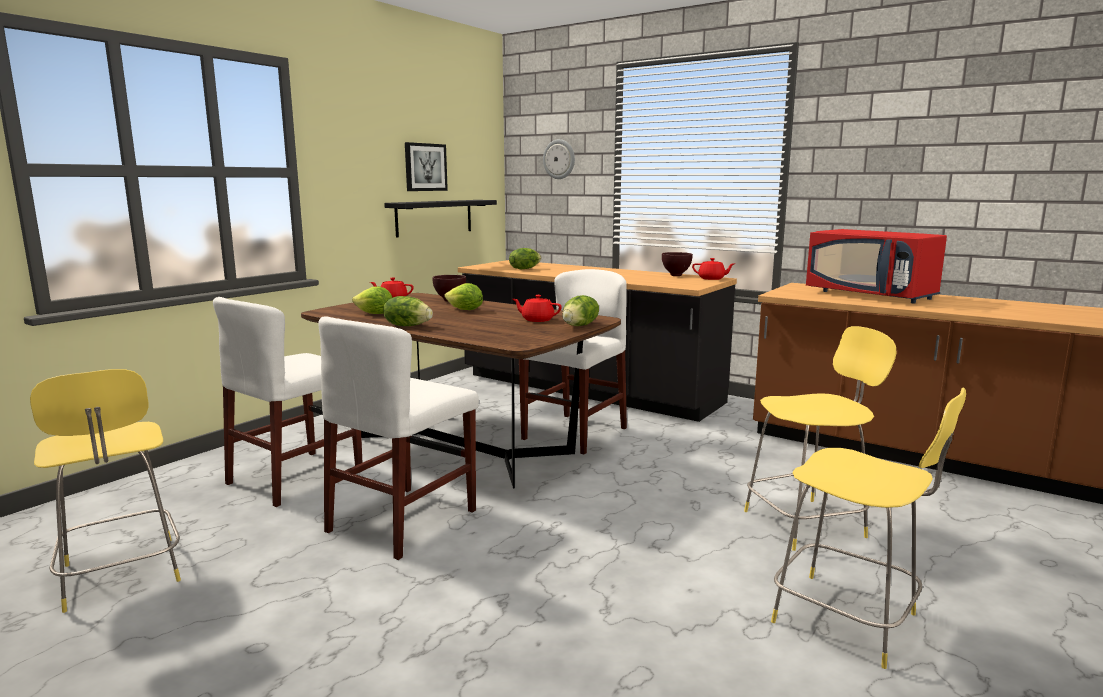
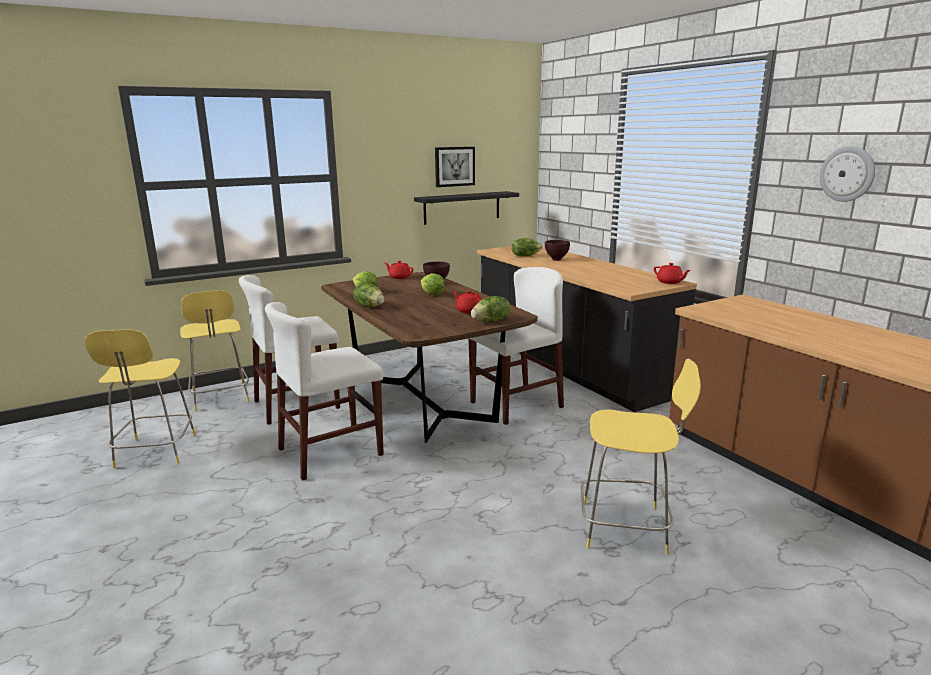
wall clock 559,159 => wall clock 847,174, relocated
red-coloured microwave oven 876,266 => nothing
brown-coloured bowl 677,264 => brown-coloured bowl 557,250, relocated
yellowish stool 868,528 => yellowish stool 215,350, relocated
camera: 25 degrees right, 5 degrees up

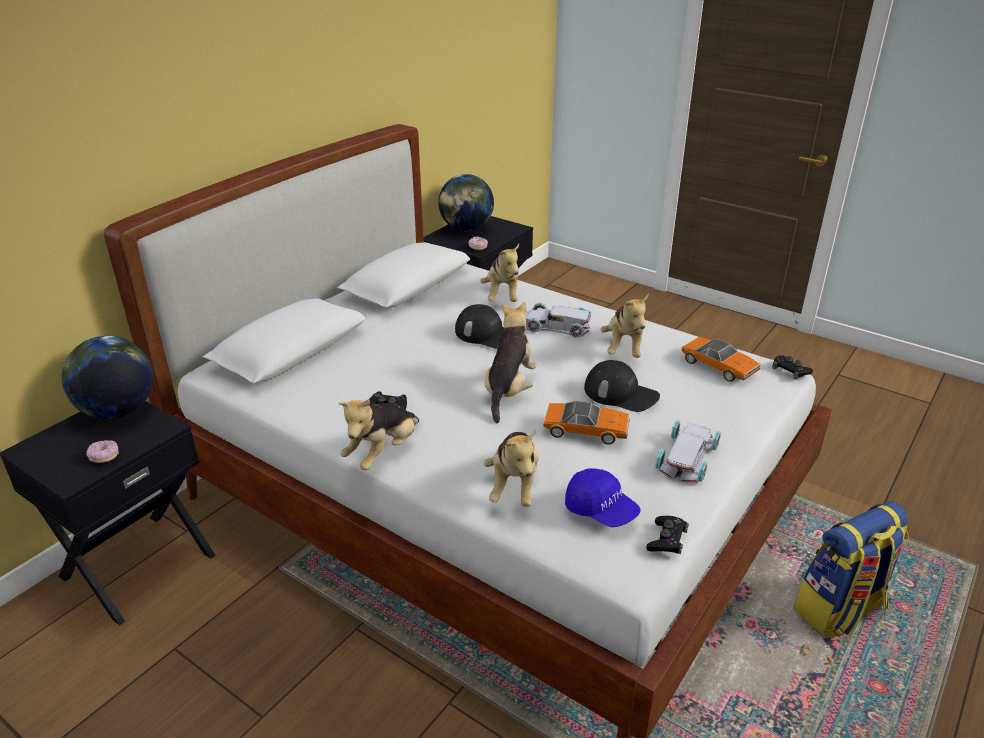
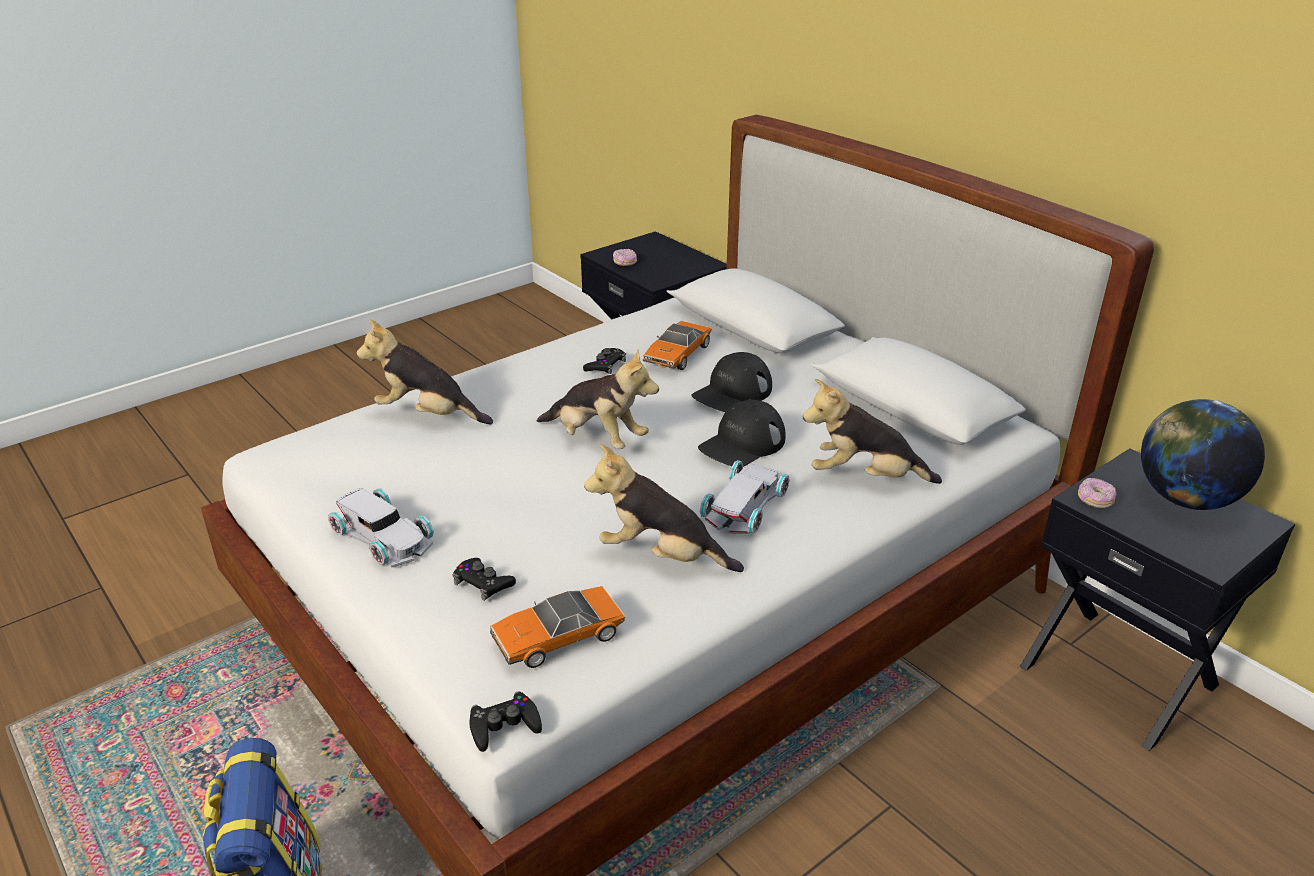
desk globe 107,377 => nothing
blackish baseball cap 622,386 => blackish baseball cap 731,382, relocated
cuddly toy 379,434 => nothing
miniature car 586,423 => miniature car 677,345, relocated
blue baseball cap 603,498 => nothing
blackish gamepad 667,535 => blackish gamepad 484,579, relocated
camera: 105 degrees right, 0 degrees up

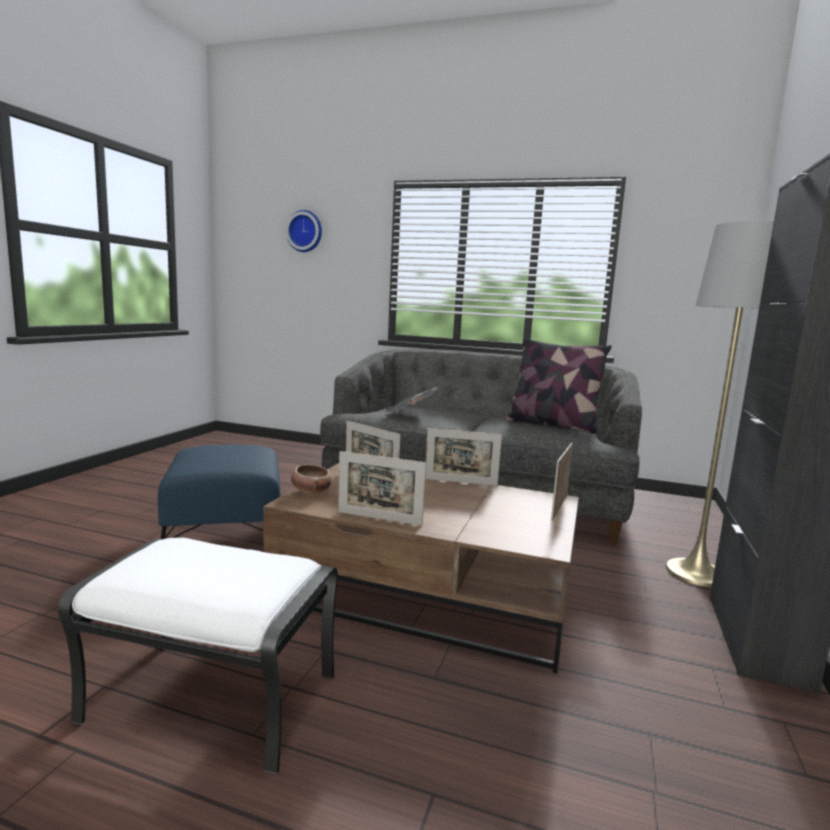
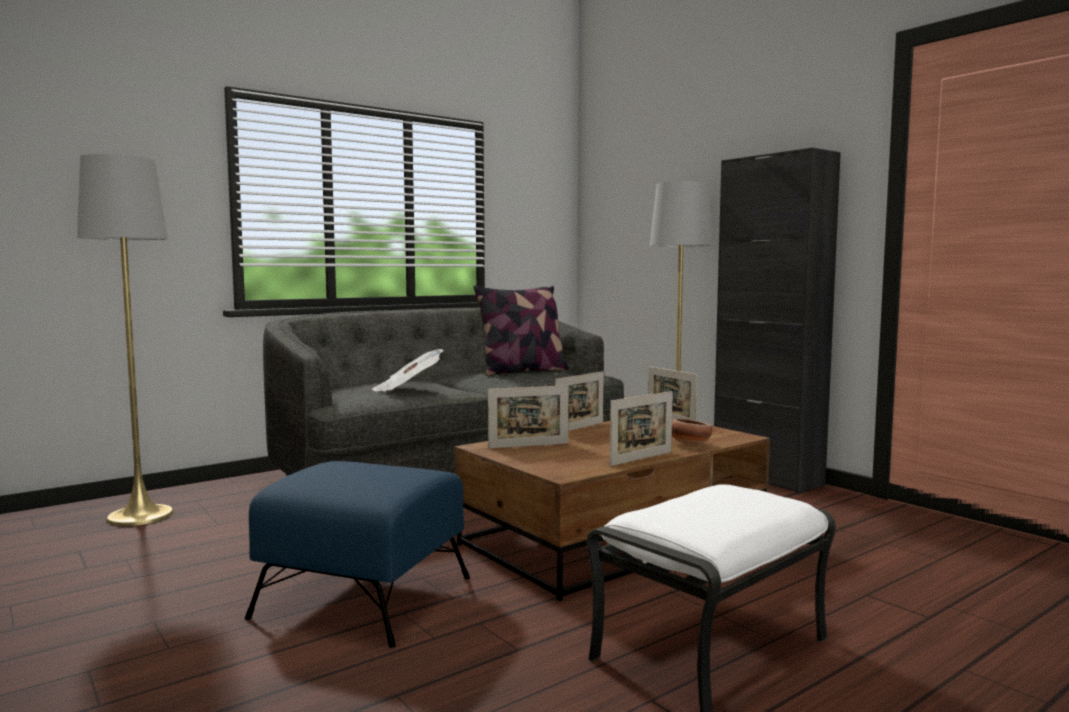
wall clock 304,231 => nothing
bowl 311,479 => bowl 692,432, relocated
nothing => gray standing lamp 125,340
camera: 55 degrees left, 5 degrees down

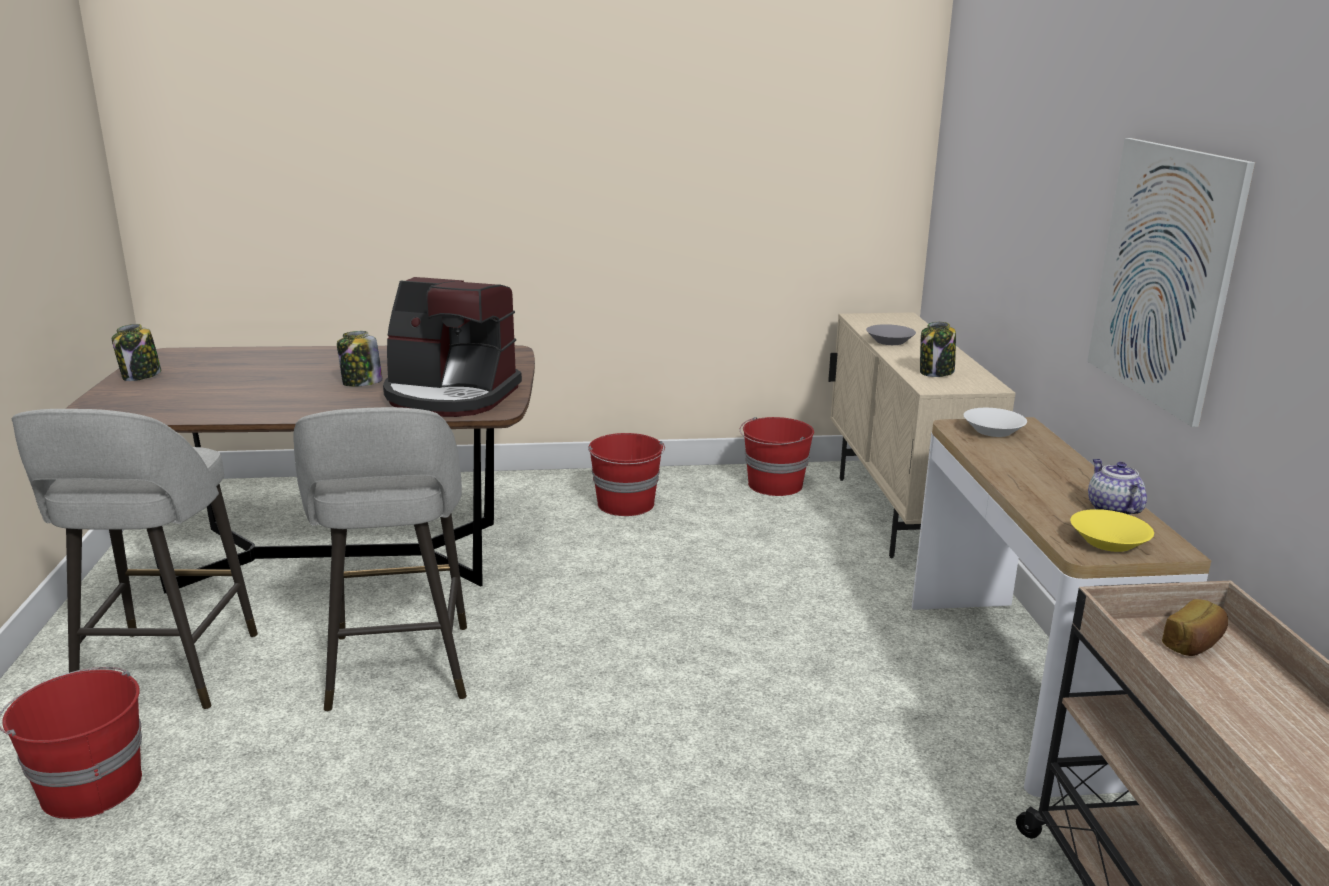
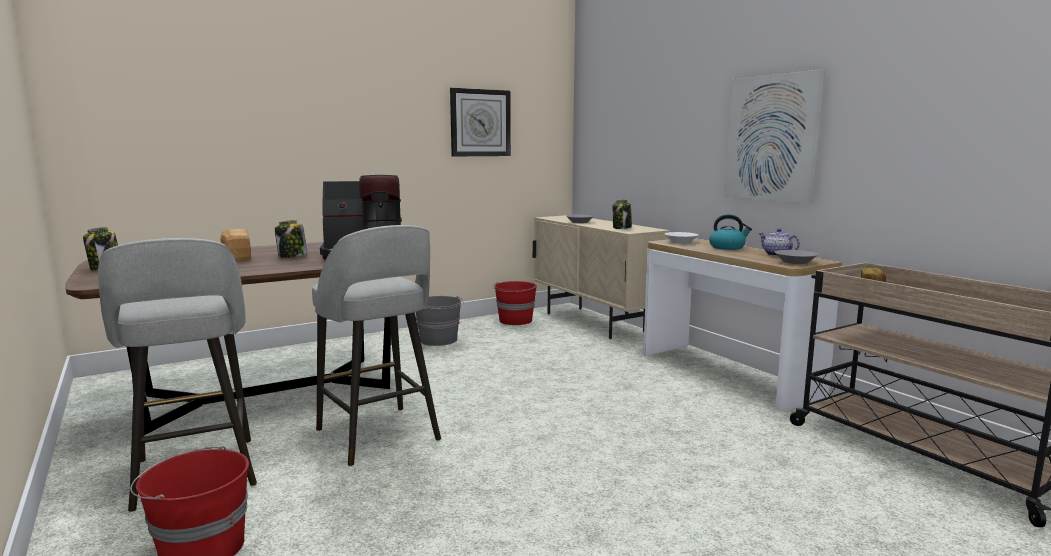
red-coloured pail 626,474 => gray pail 439,321
yellowish bowl 1112,530 => gray bowl 796,257
nothing => wall clock 480,122
nothing => kettle 730,232
nothing => baked bread 235,245
camera: 25 degrees left, 10 degrees down

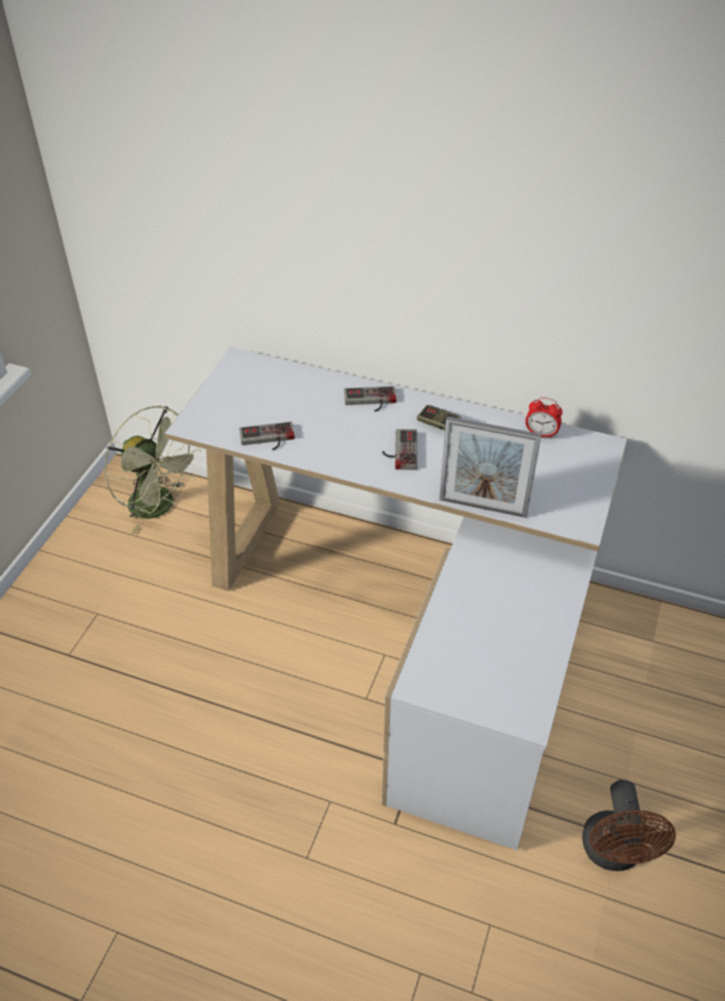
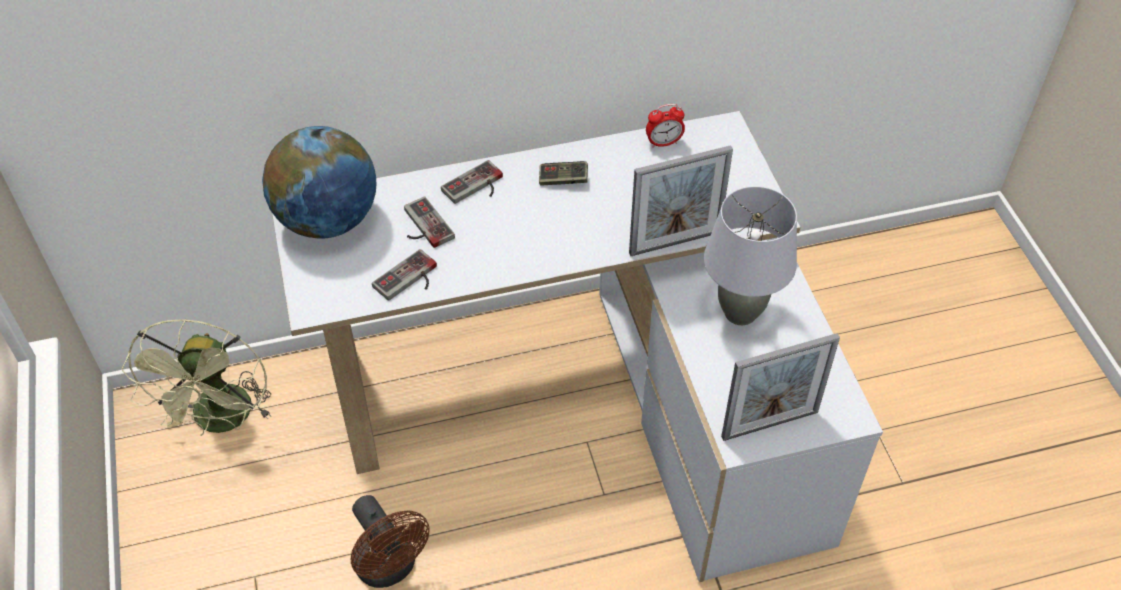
green cooling fan 153,469 => green cooling fan 196,377, 90 degrees clockwise
gamepad 399,449 => gamepad 429,222, relocated
brown-coloured cooling fan 629,825 => brown-coloured cooling fan 390,541, relocated
nothing => desk globe 319,182
nothing => gray lamp for a table 750,255
nothing => picture frame 780,387
camera: 35 degrees left, 5 degrees up

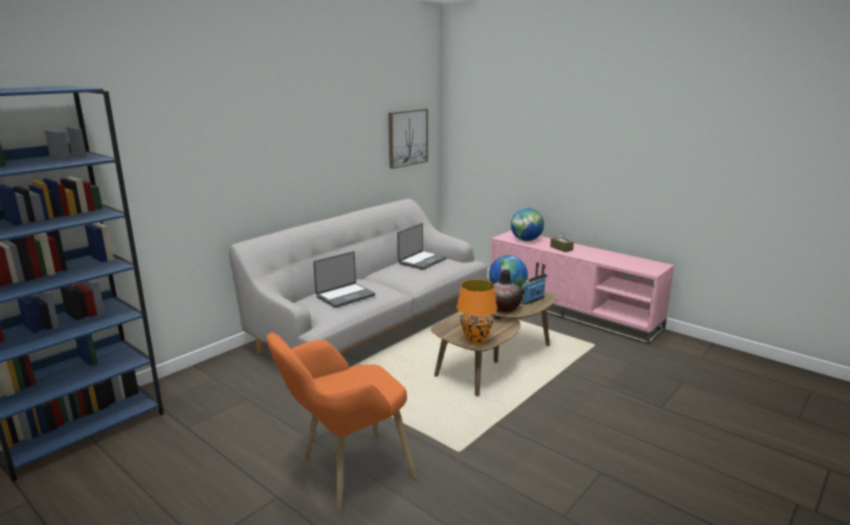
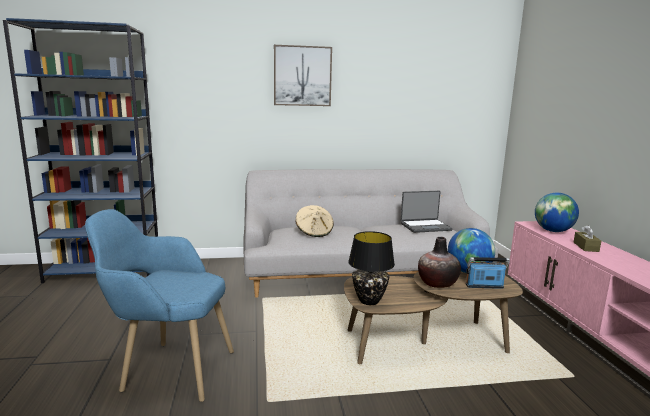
wall picture 408,139 => wall picture 303,75, relocated
laptop 344,279 => beige wearable hat 314,221
orangey lamp for a table 477,312 => blackish lamp for a table 371,268
orangey easy chair 342,421 => blue easy chair 159,305
camera: 40 degrees right, 5 degrees down

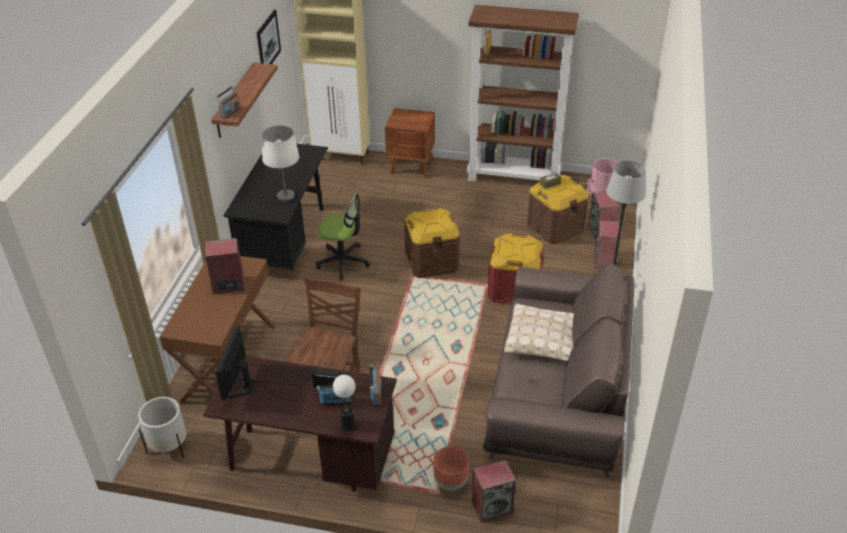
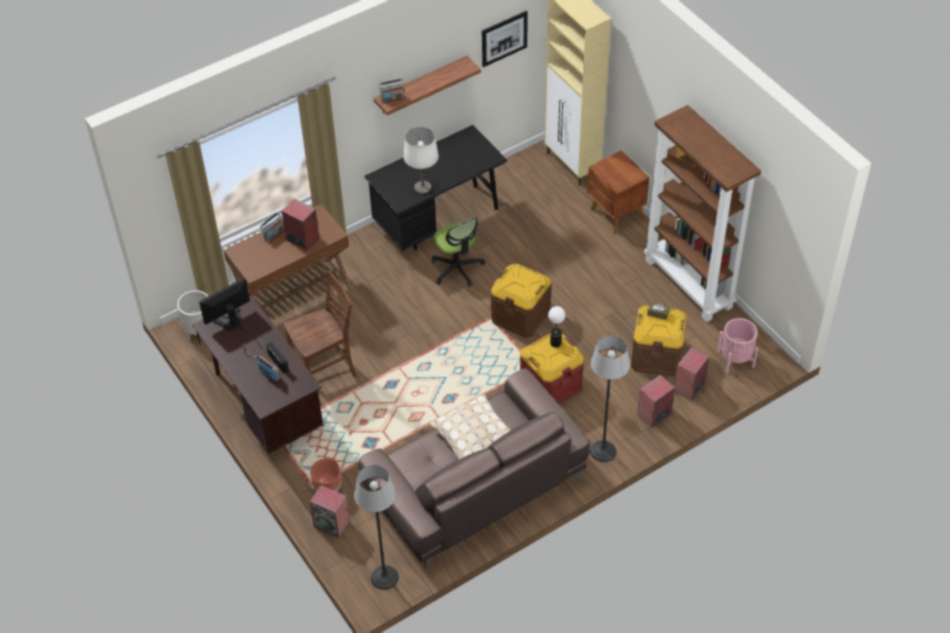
radio set 375,385 => radio set 272,227, relocated
lamp for a table 344,403 => lamp for a table 556,327, relocated
nothing => standing lamp 376,527
camera: 45 degrees right, 10 degrees up

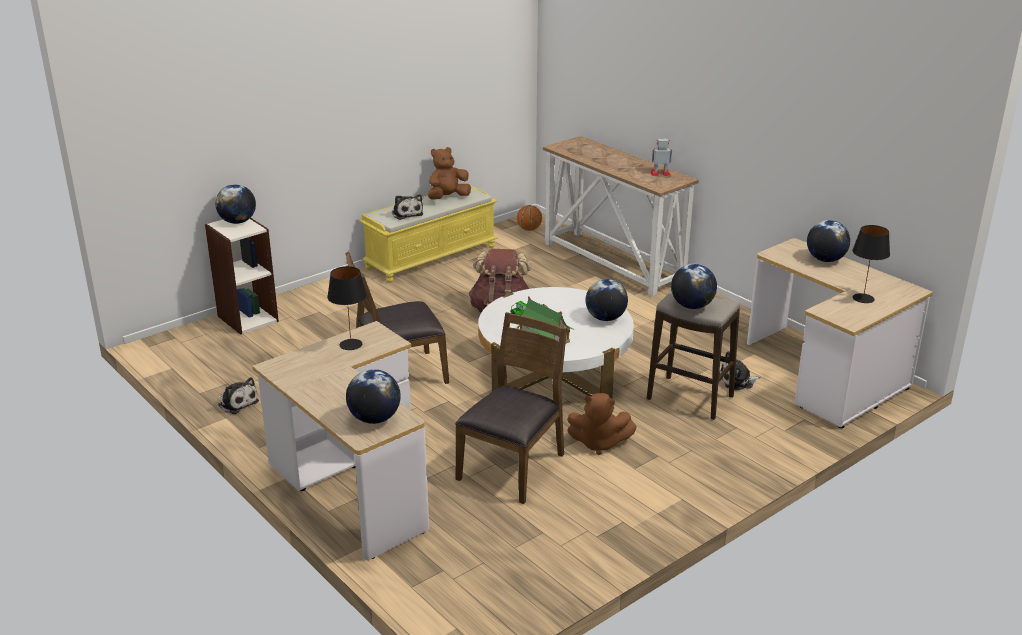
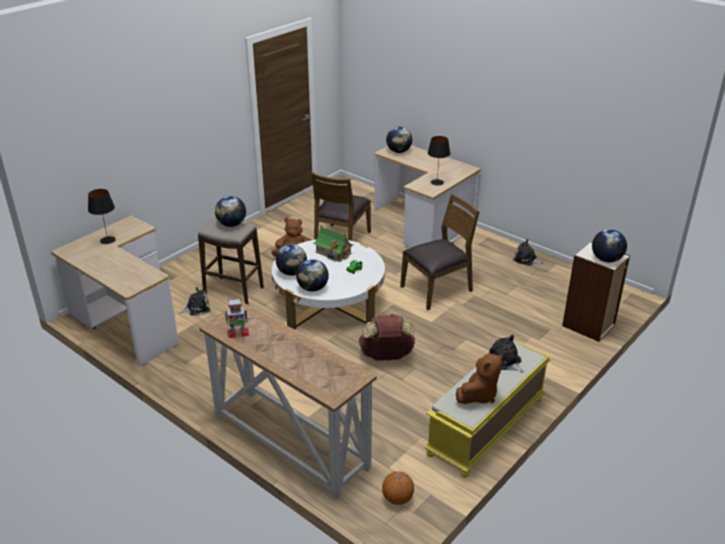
desk globe 828,241 => desk globe 312,275, relocated
camera: 170 degrees right, 5 degrees up

